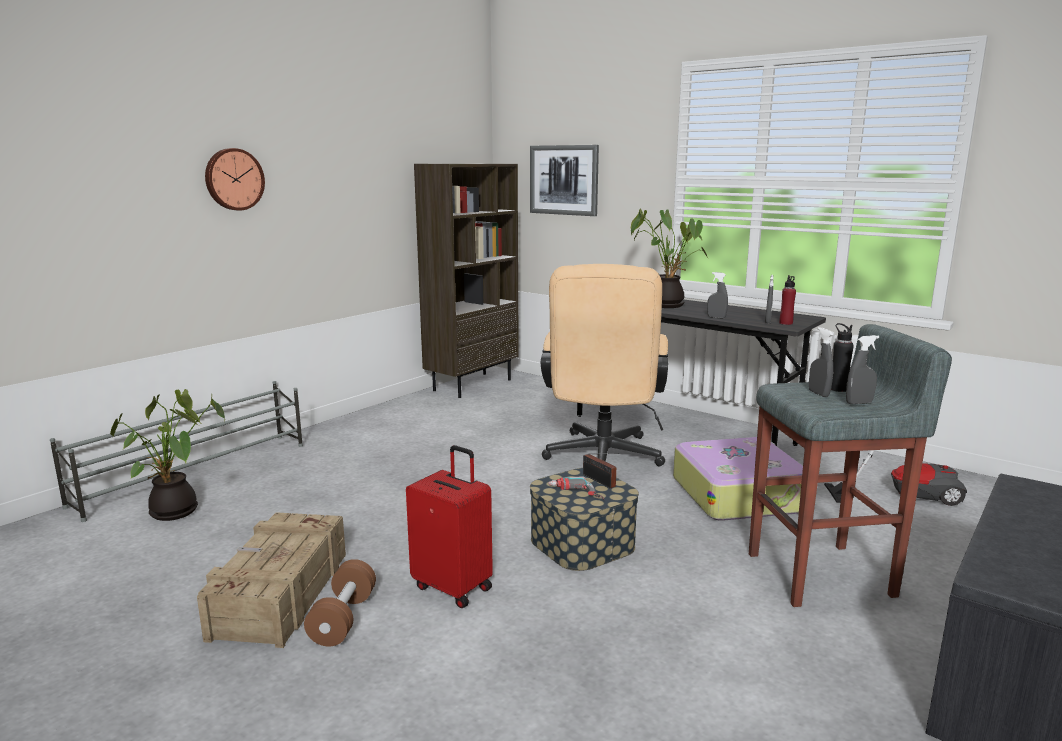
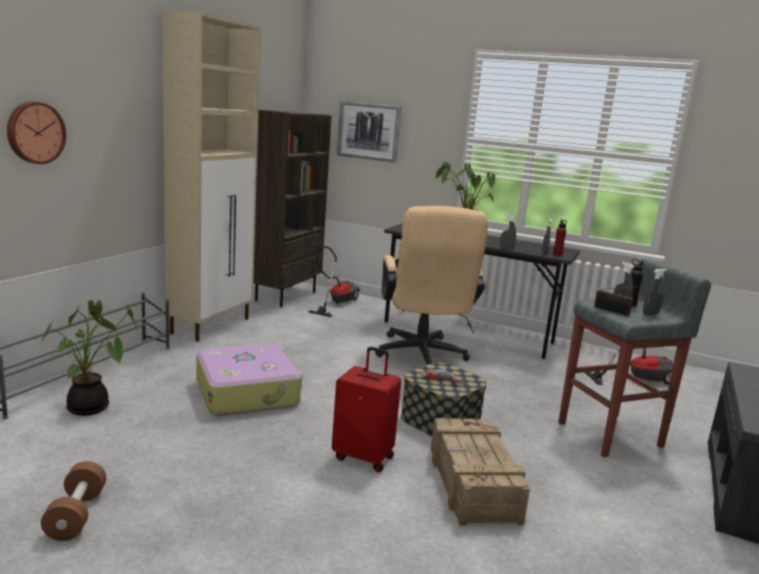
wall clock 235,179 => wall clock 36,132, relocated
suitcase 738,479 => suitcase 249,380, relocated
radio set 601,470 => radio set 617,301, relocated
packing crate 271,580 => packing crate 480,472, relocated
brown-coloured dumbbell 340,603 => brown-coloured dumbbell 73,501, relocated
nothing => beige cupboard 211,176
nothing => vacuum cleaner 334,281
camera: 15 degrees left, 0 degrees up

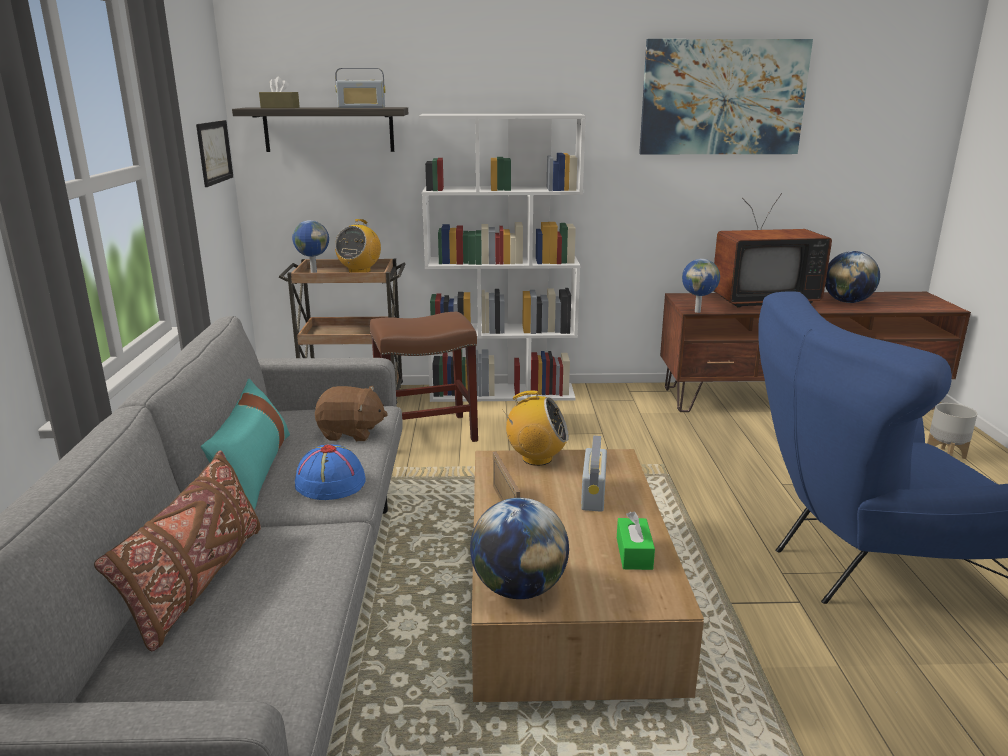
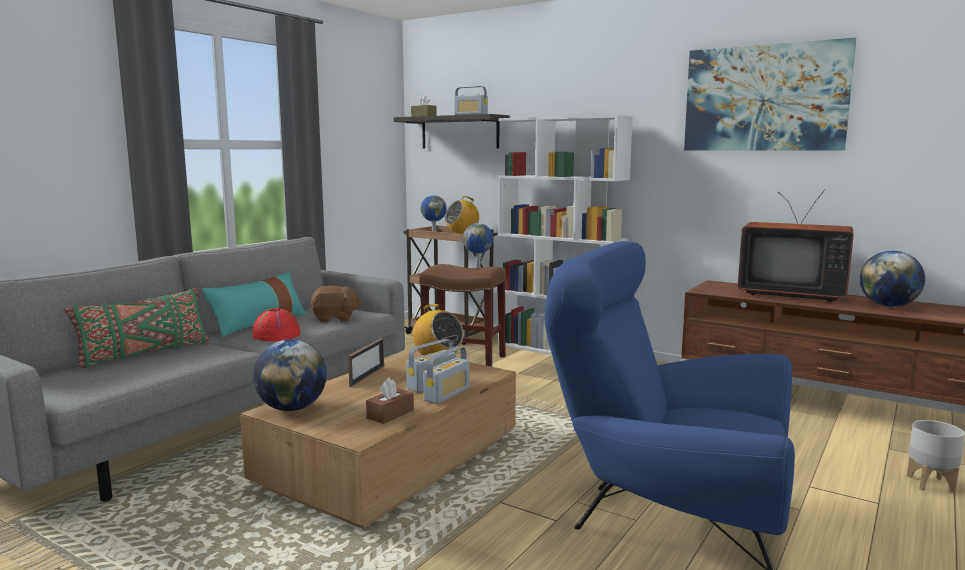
wall picture 214,153 => nothing
desk globe 701,286 => desk globe 478,245, relocated
brown-coloured cuddly toy 351,413 => brown-coloured cuddly toy 336,303, 45 degrees counterclockwise
blue wearable hat 330,472 => red-coloured wearable hat 276,324
brown-coloured throw pillow 177,550 => green throw pillow 137,328
green tissue box 636,541 => brown-coloured tissue box 390,401
nothing => radio set 446,375
camera: 35 degrees right, 10 degrees down

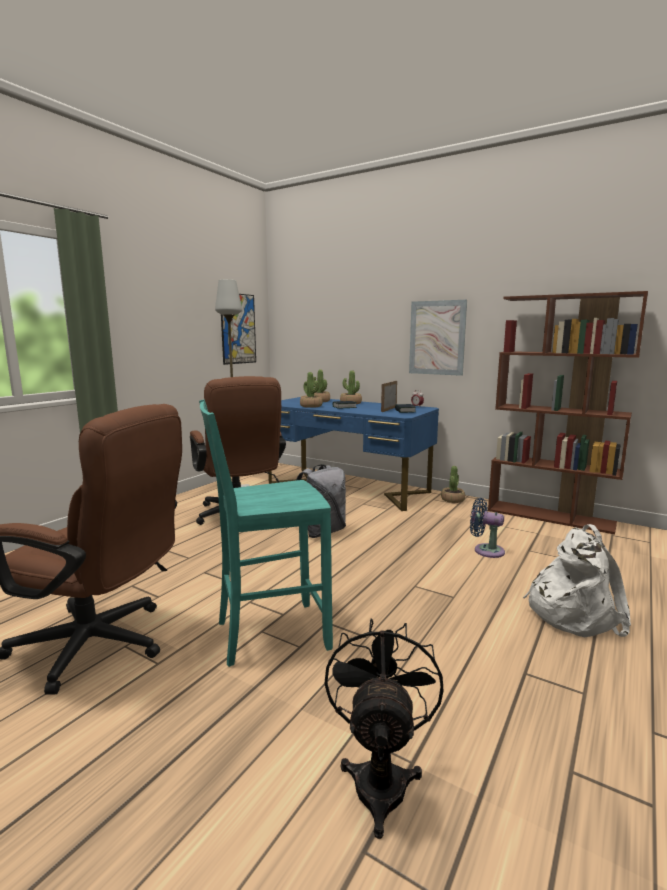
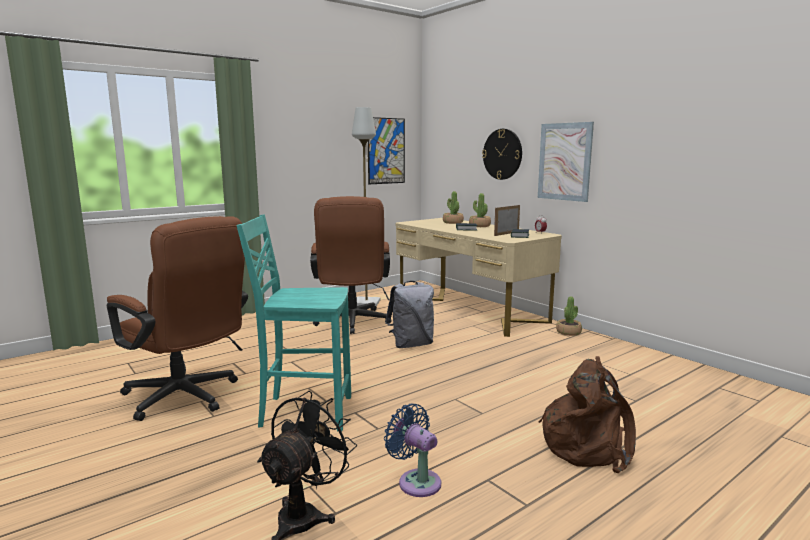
brown-coloured bookcase 568,412 => nothing
houseplant 311,390 => nothing
blue desk 353,454 => beige desk 478,277
blue cooling fan 487,528 => blue cooling fan 412,450, relocated
whitish knapsack 577,580 => brown-coloured knapsack 587,414
nothing => wall clock 502,154
camera: 20 degrees right, 0 degrees up

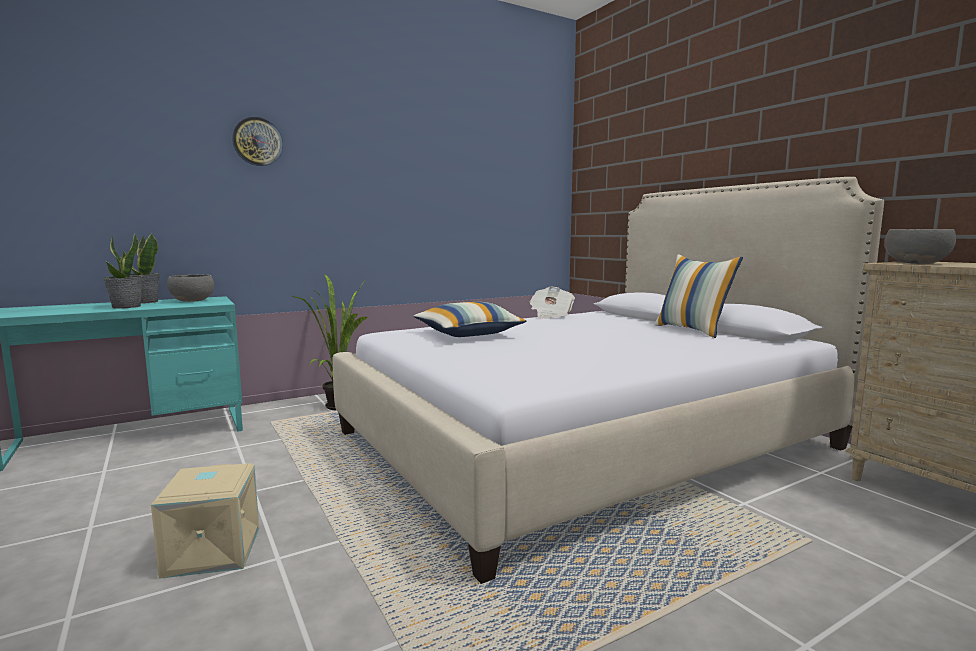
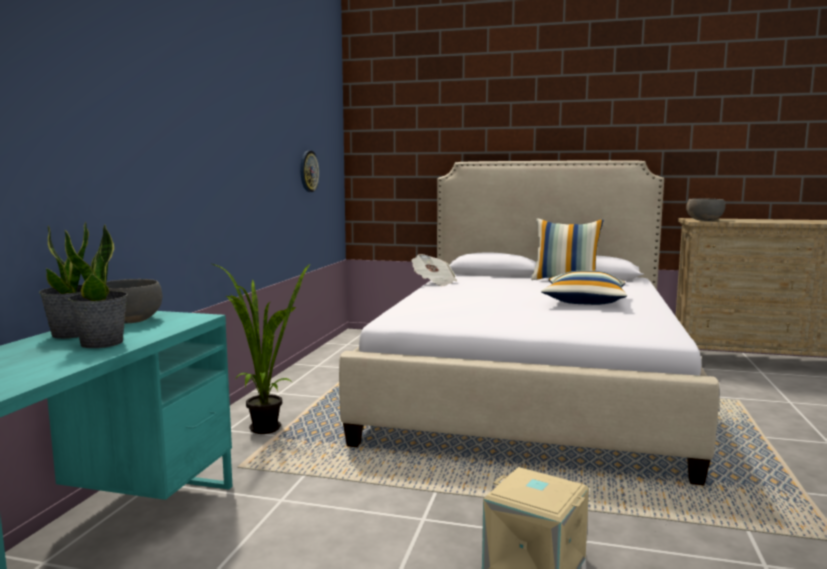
wall clock 257,141 => wall clock 310,171, relocated
throw pillow 470,319 => throw pillow 584,288, relocated
camera: 45 degrees left, 0 degrees up

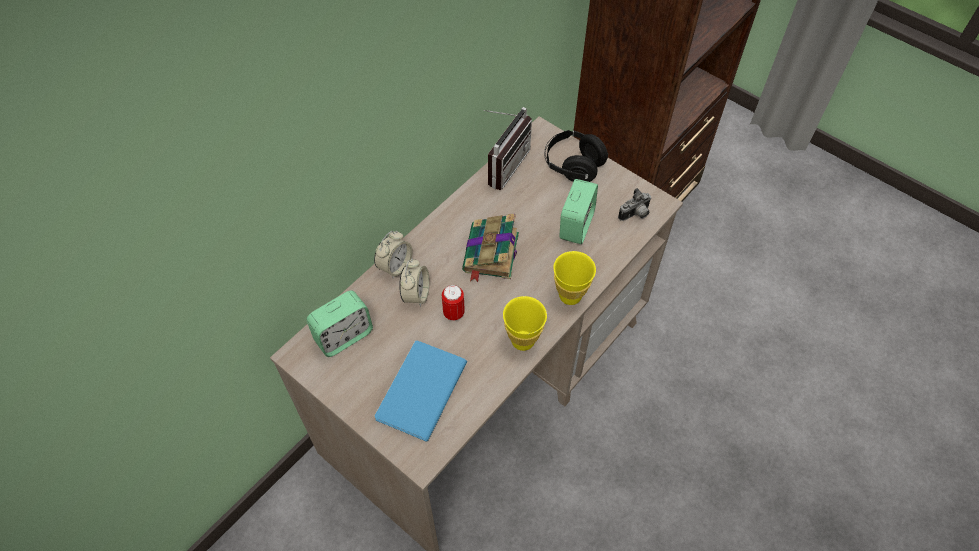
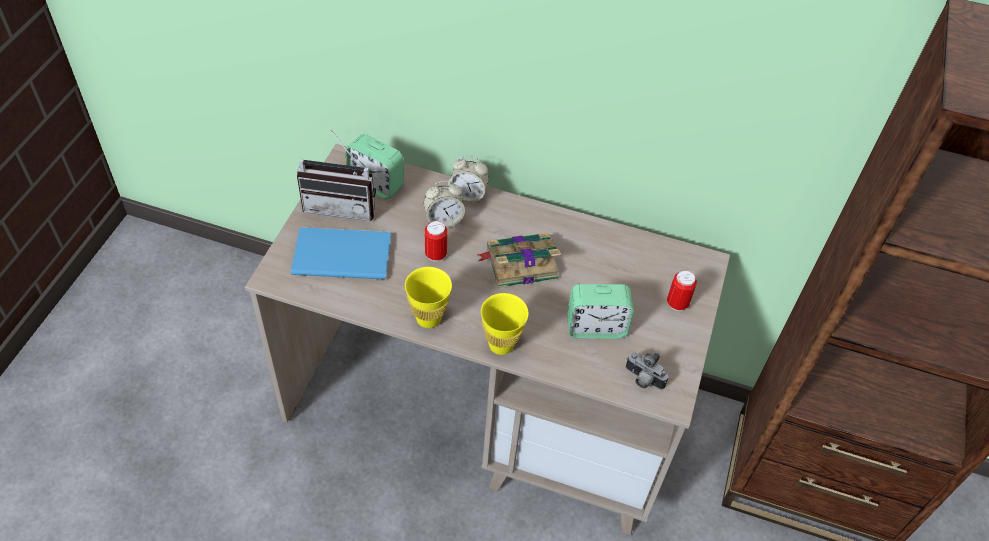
radio set 508,148 => radio set 336,175, relocated
blackish headset 576,156 => metal can 682,290
camera: 65 degrees right, 5 degrees down

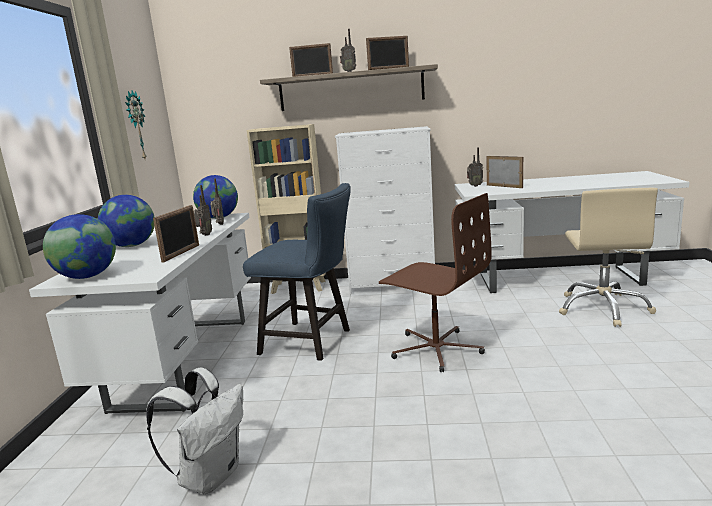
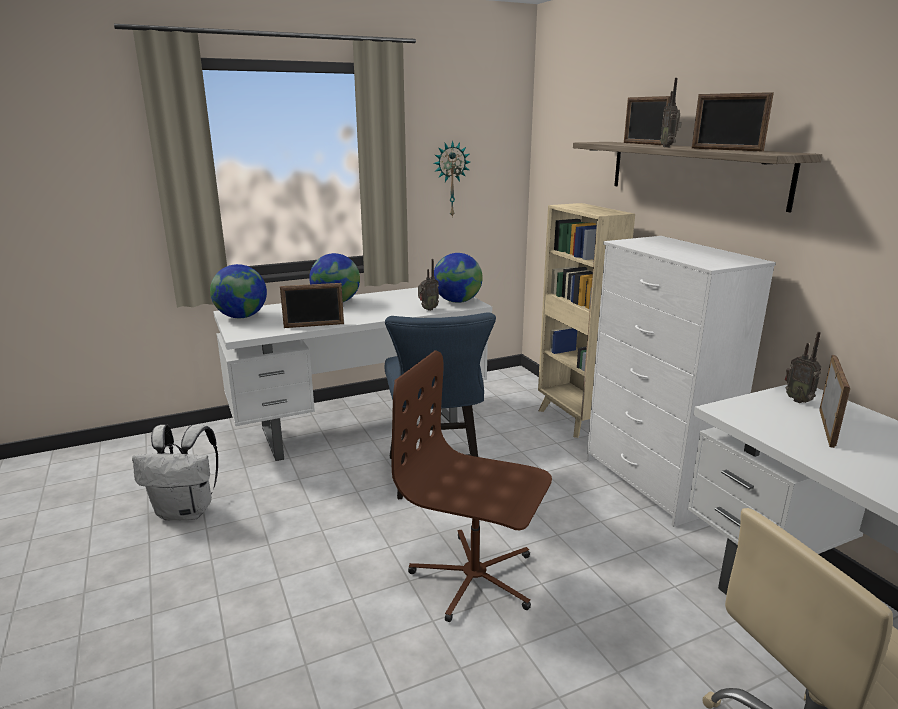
radio set 203,210 => nothing
brown-coloured office chair 435,282 => brown-coloured office chair 472,486, 105 degrees clockwise
camera: 60 degrees right, 5 degrees up

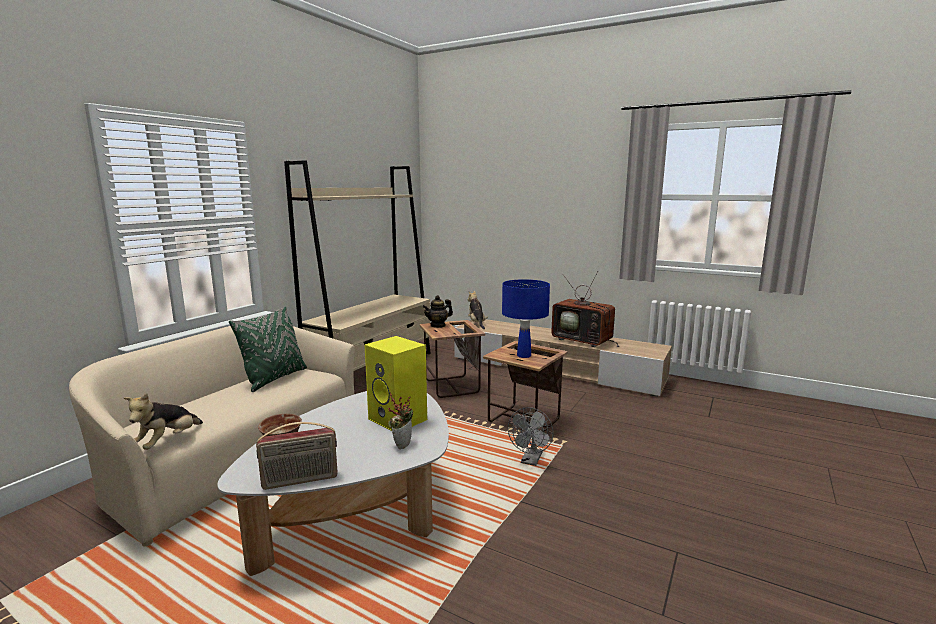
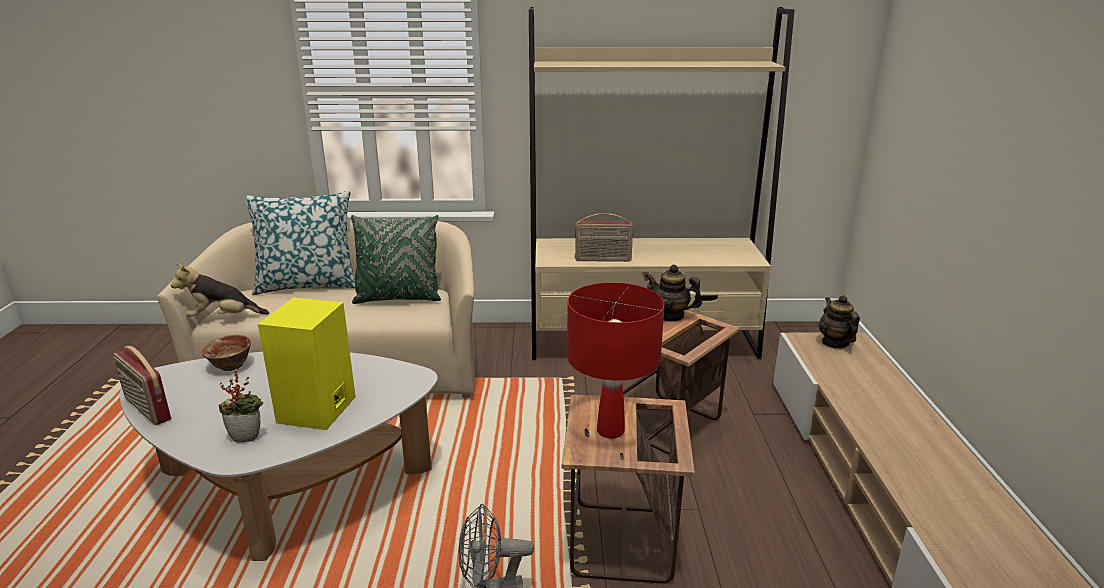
television 585,309 => nothing
blue lamp for a table 526,318 => red-coloured lamp for a table 616,360
cuddly toy 478,310 => pot for tea 839,322
nothing => throw pillow 299,243
nothing => radio set 604,237
camera: 60 degrees right, 10 degrees up

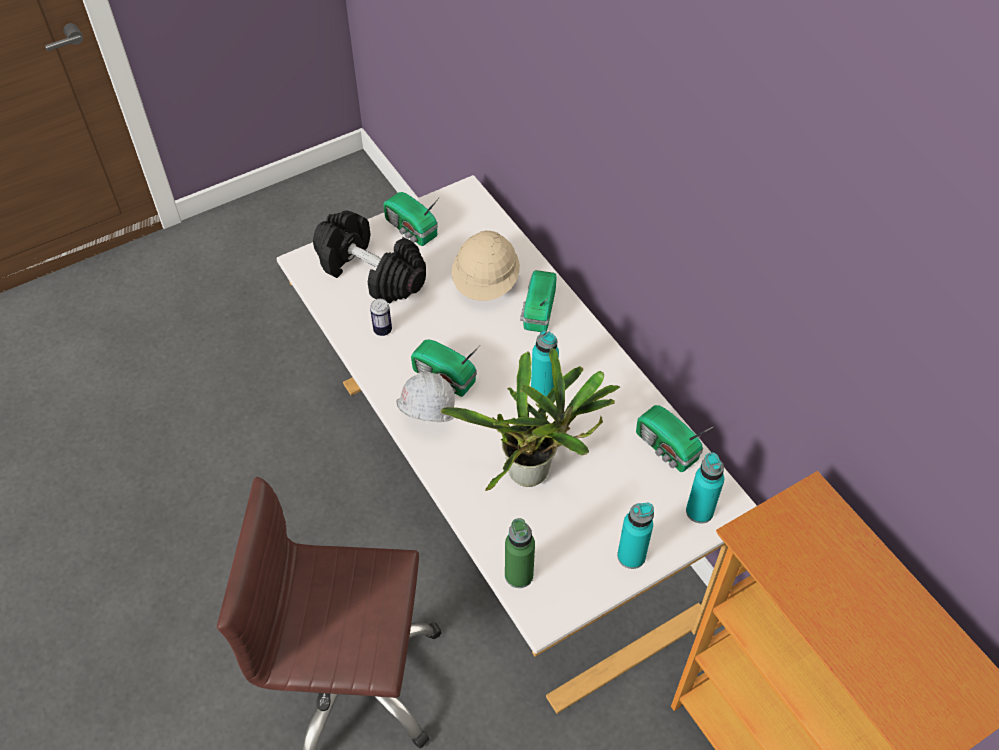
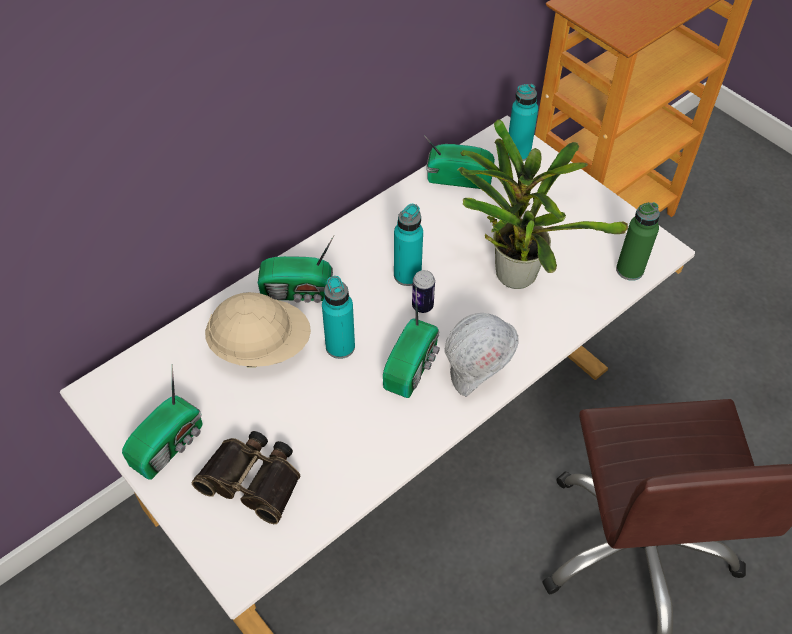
blackish dumbbell 369,257 => field glasses 245,477
metal can 381,317 => metal can 423,291, relocated
radio set 675,438 => radio set 459,162, 120 degrees counterclockwise
blue-green drink bottle 635,536 => blue-green drink bottle 338,317, relocated
camera: 100 degrees left, 0 degrees up

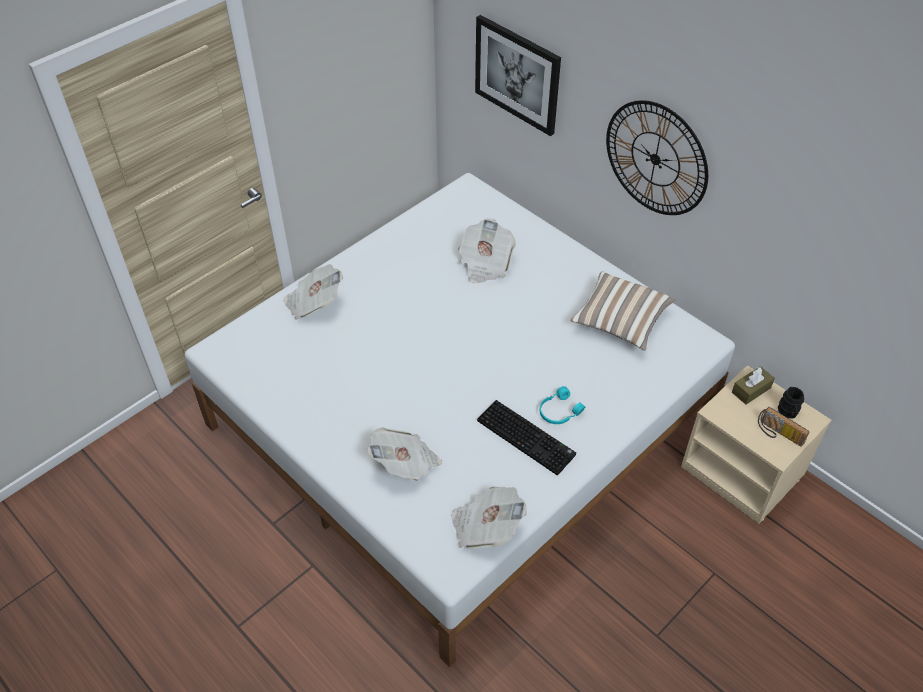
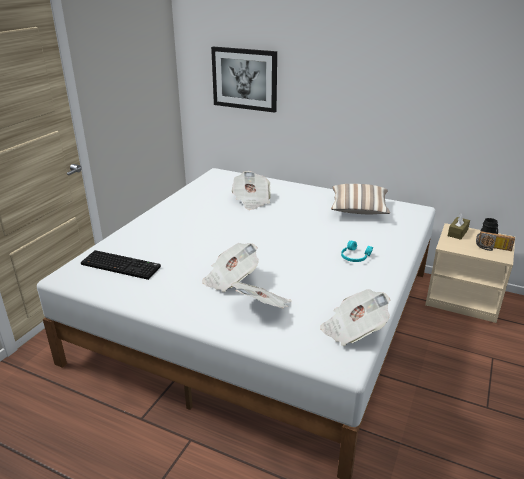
wall clock 657,157 => nothing
newspaper 313,292 => newspaper 230,267, relocated
keyboard 526,437 => keyboard 121,265, relocated
camera: 20 degrees left, 20 degrees down

